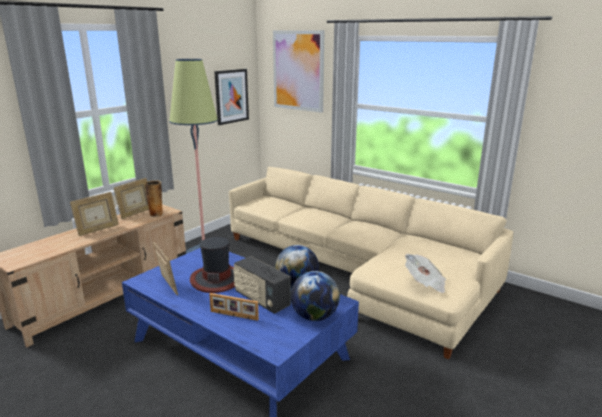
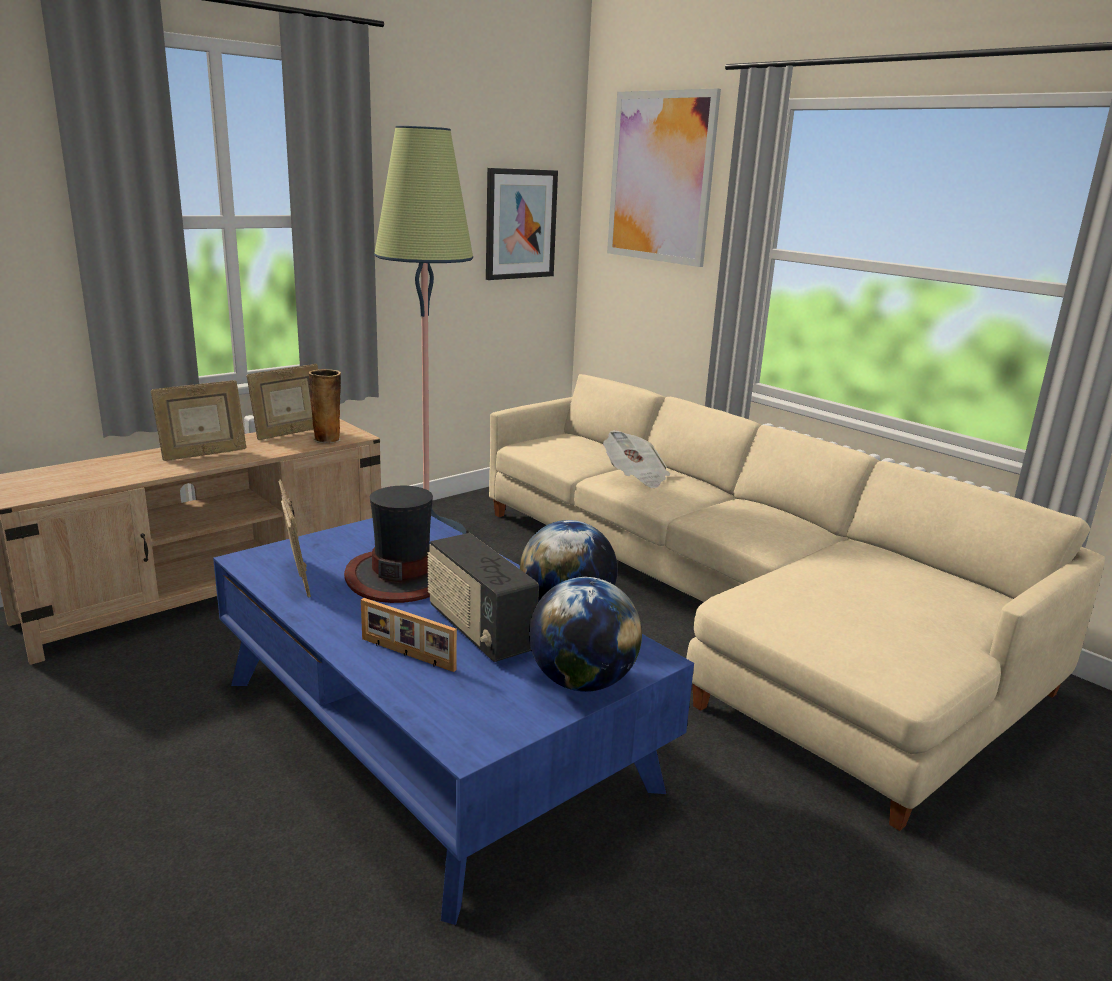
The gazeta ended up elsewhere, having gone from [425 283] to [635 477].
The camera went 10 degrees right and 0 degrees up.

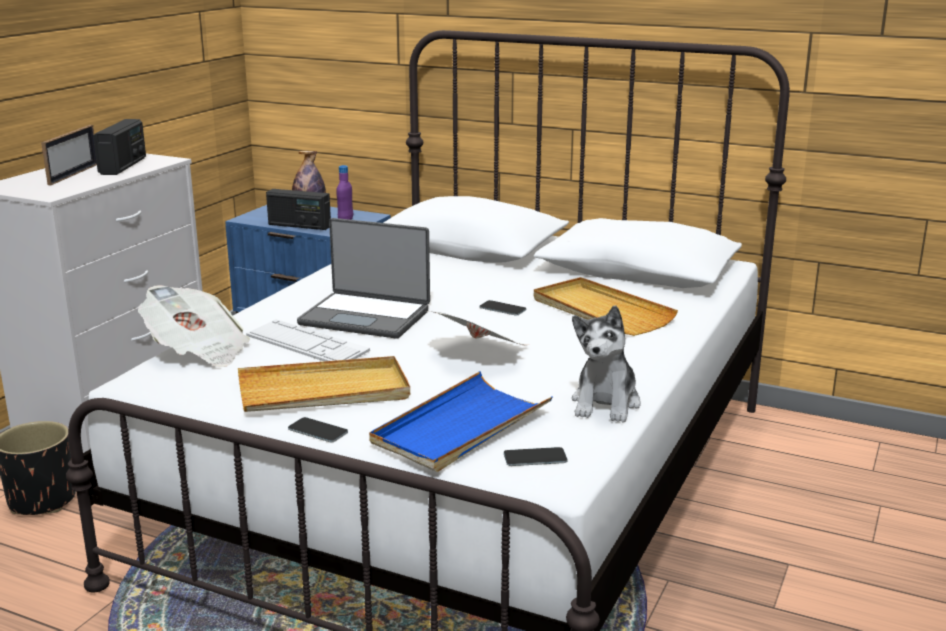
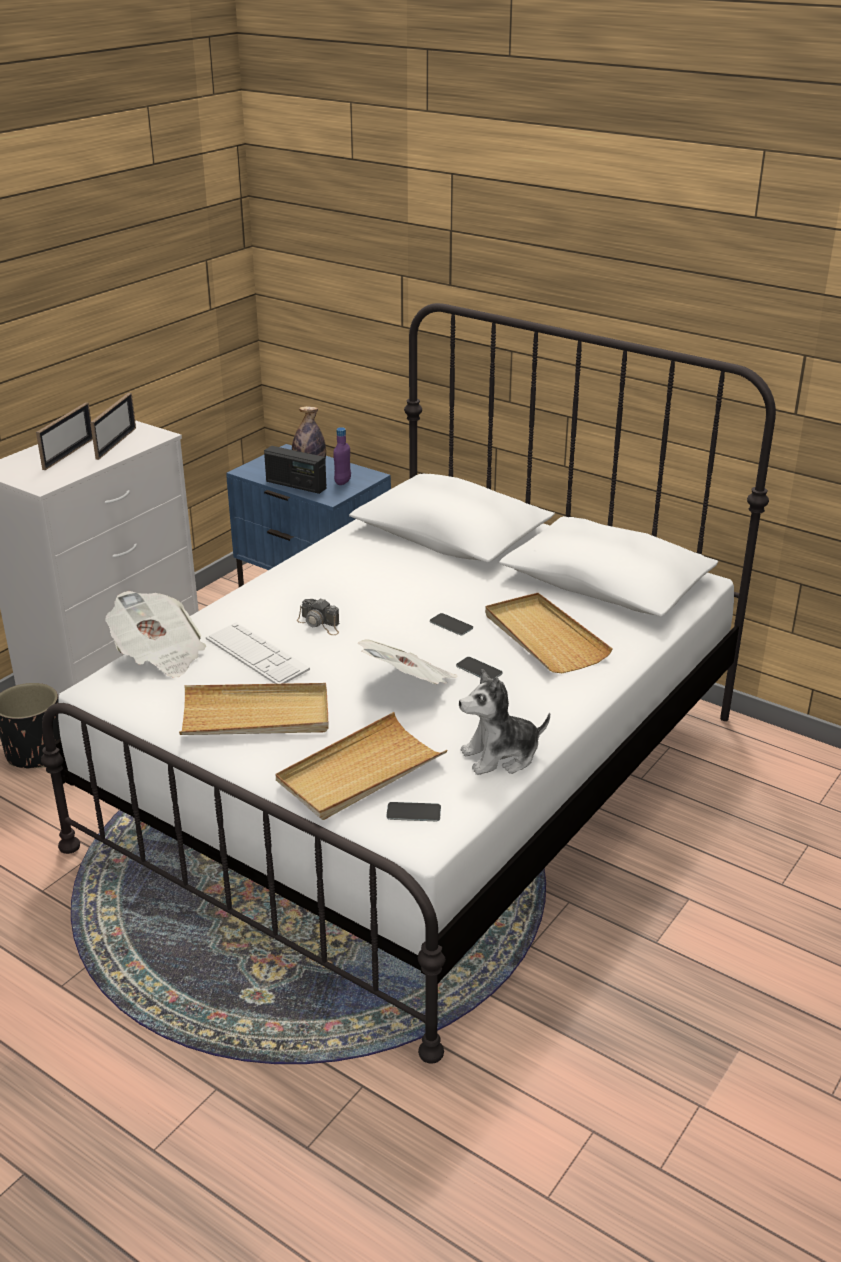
Where the radio stood at [123 166], the ramka na zdjęcie came to stand at [116 443].
The telefon ended up elsewhere, having gone from [317 430] to [479 669].
Where the laptop stood at [366 316], the aparat fotograficzny came to stand at [320 624].
What was the taca/niebieski at [460 427] turned into the taca/beżowy at [360 771].
The pluszak at [606 403] ended up facing another way, 45 degrees clockwise from before.
The camera went 10 degrees right and 10 degrees up.

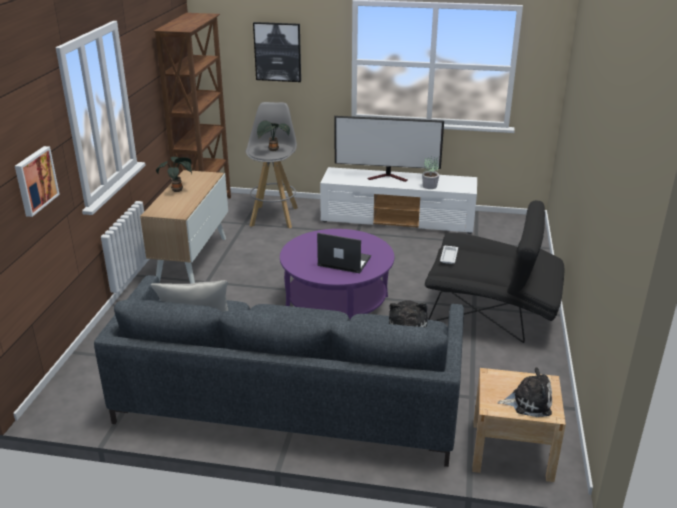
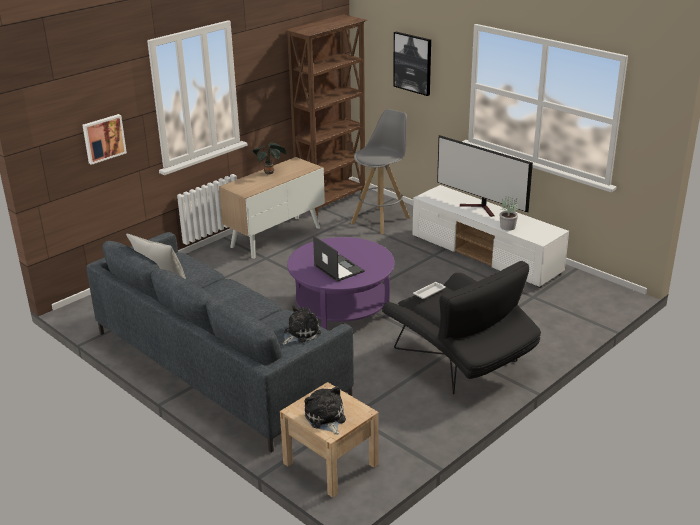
The second view lost the roślina doniczkowa at [272 150].
The pluszak at [528 402] ended up facing another way, 150 degrees counterclockwise from before.
The camera went 35 degrees right and 0 degrees up.

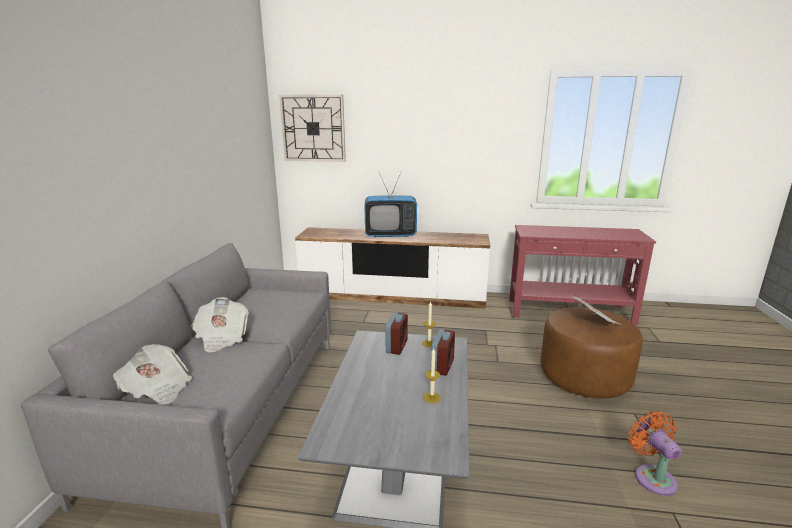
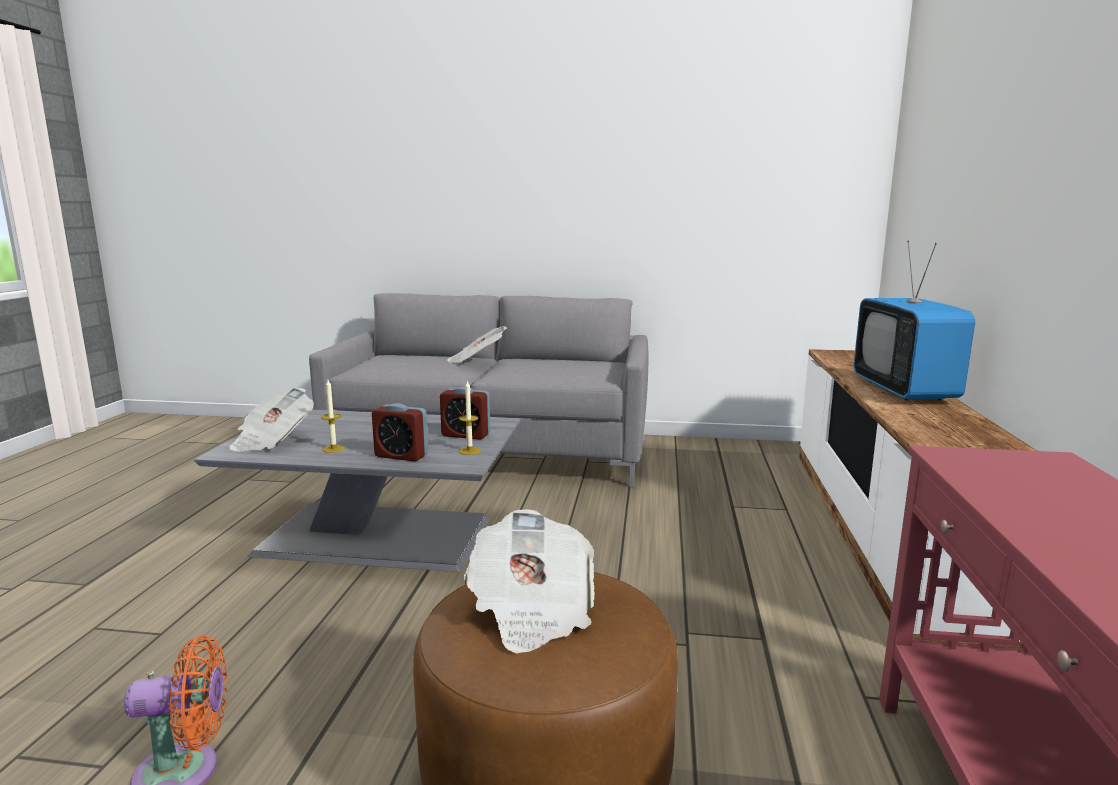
The gazeta ended up elsewhere, having gone from [155 388] to [273 441].
The second view lost the zegar ścienny at [313 128].
The camera went 90 degrees right and 5 degrees down.

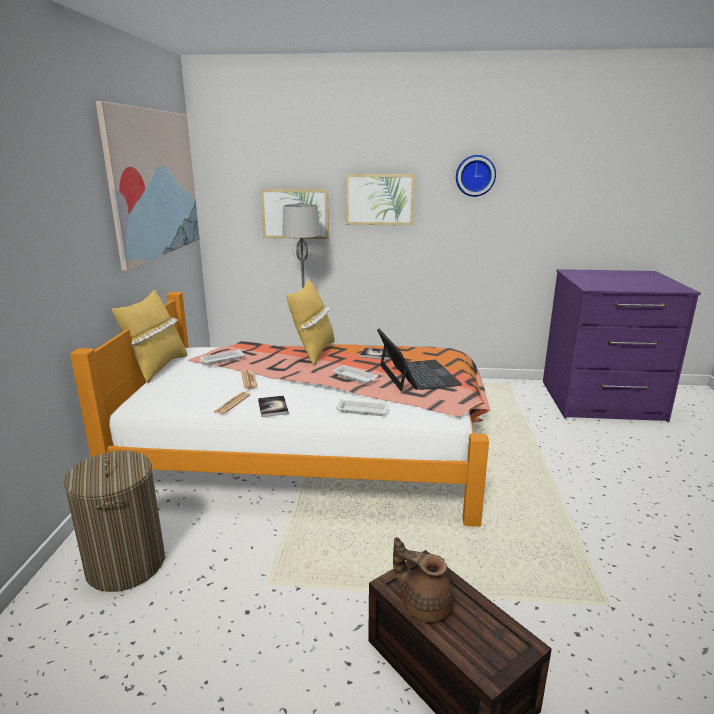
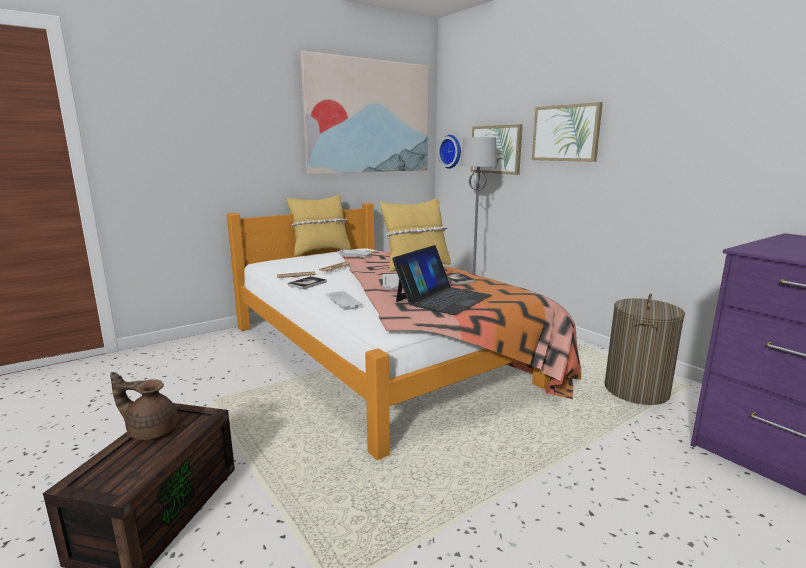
The kosz na pranie ended up elsewhere, having gone from [126 564] to [636 390].
The imbryk/brązowy at [424 604] ended up facing another way, 75 degrees counterclockwise from before.
The zegar ścienny ended up elsewhere, having gone from [475 175] to [451 151].
The camera went 50 degrees right and 5 degrees down.

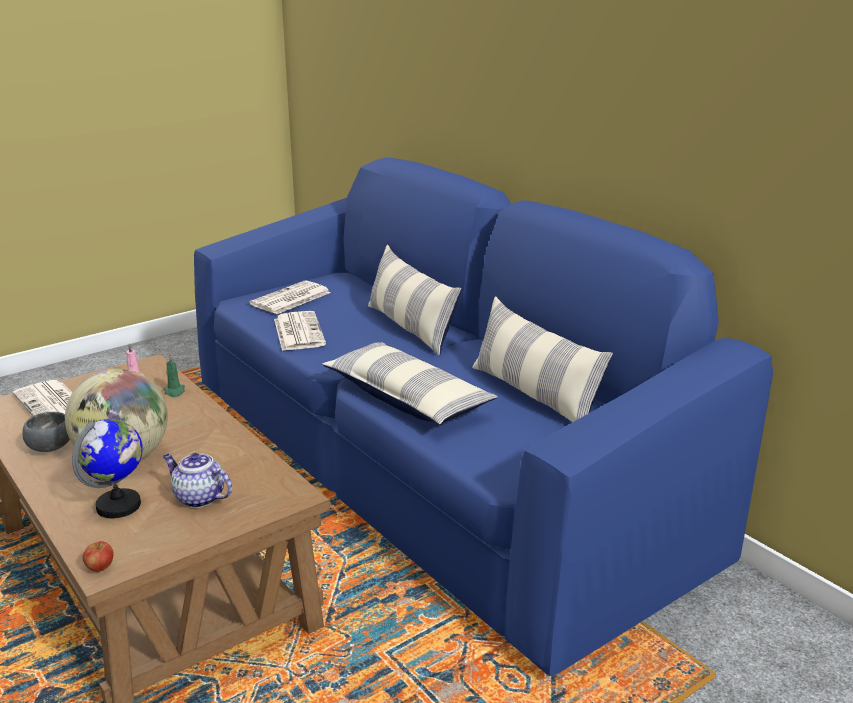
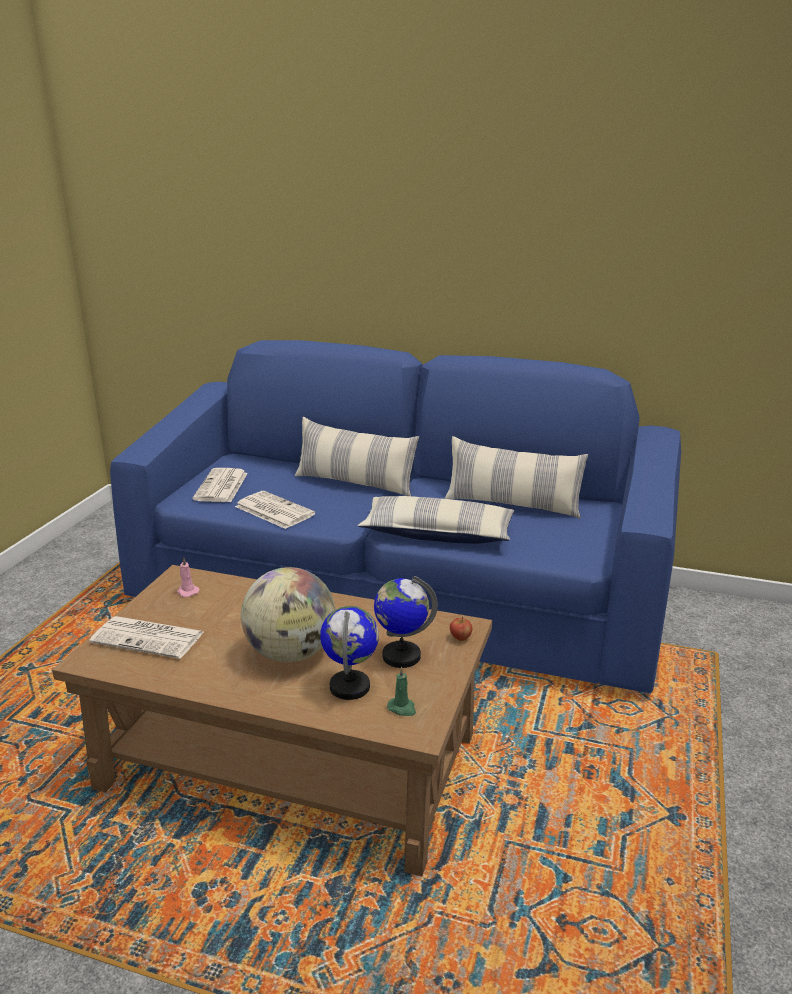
The second view lost the miska/szary at [52 447].
The jabłko ended up elsewhere, having gone from [100 567] to [460 638].
The świeca/zielony ended up elsewhere, having gone from [174 391] to [402 708].
Where the imbryk stood at [198 498], the globus came to stand at [401 656].
The camera went 35 degrees left and 0 degrees up.

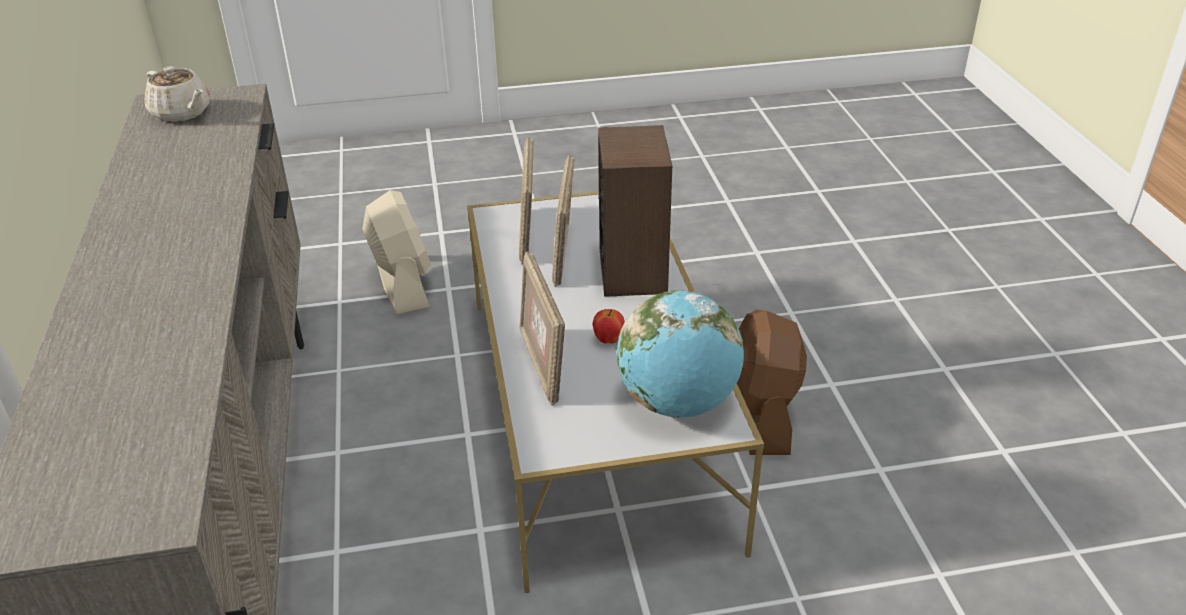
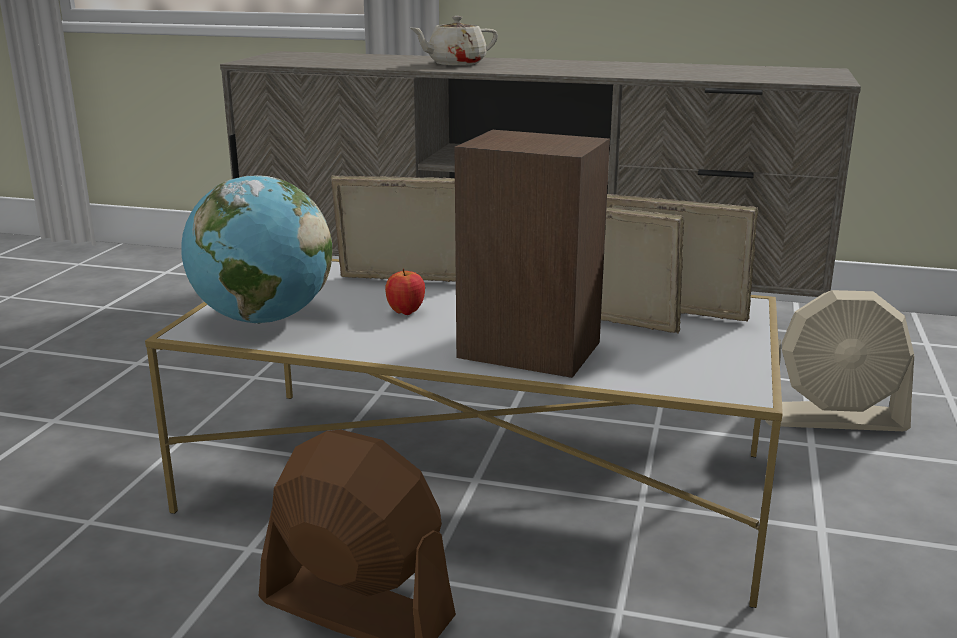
The imbryk/beżowy ended up elsewhere, having gone from [182 113] to [455 63].
The camera went 115 degrees right and 15 degrees down.

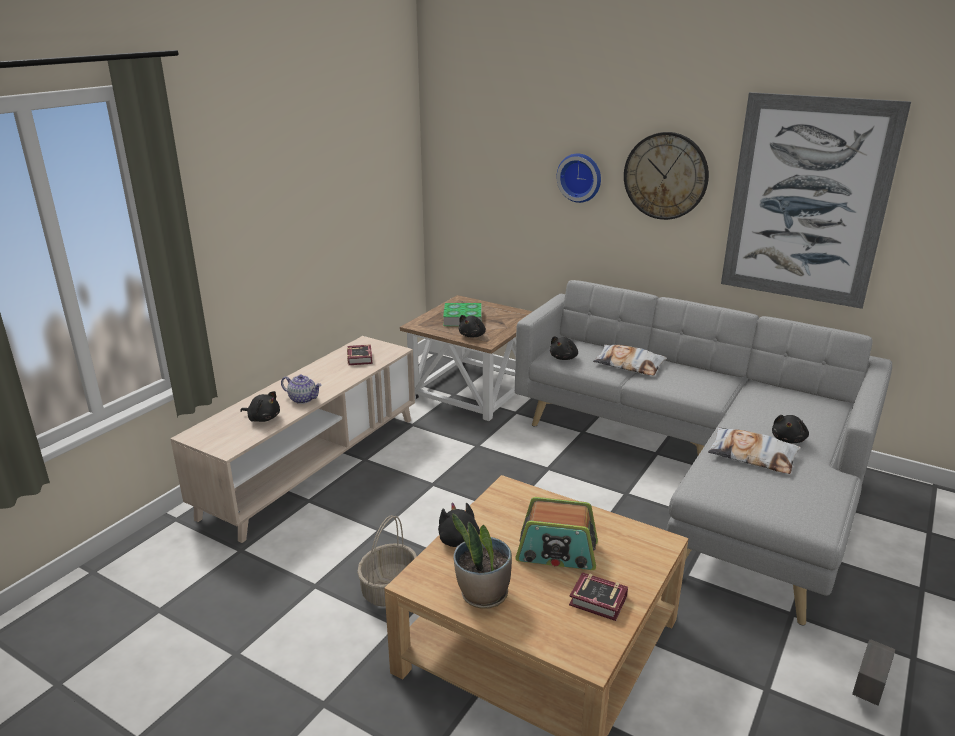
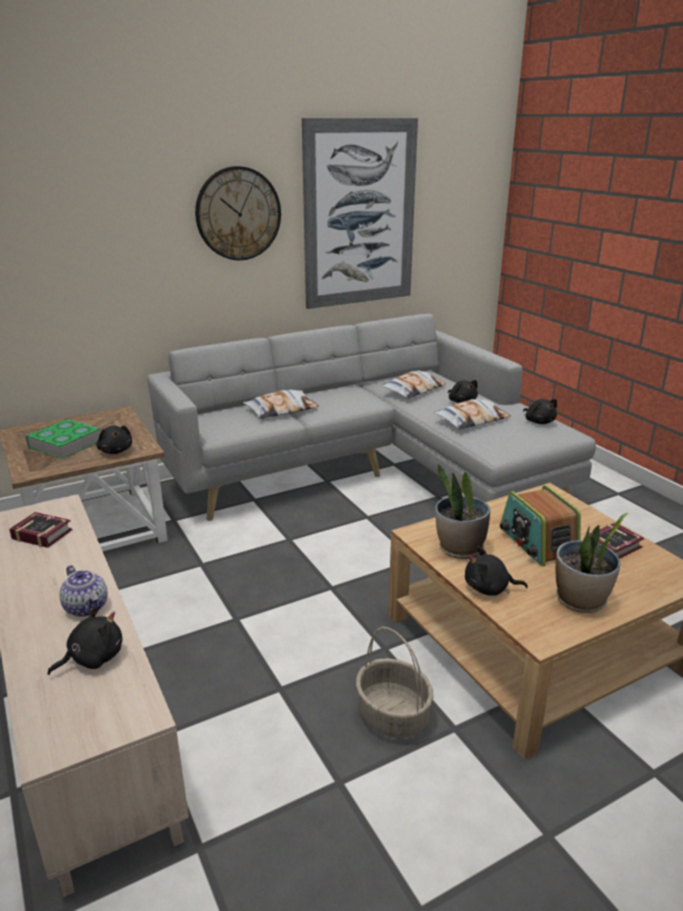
The imbryk at [303 399] ended up facing another way, 90 degrees clockwise from before.
The radio at [557 552] ended up facing another way, 120 degrees clockwise from before.
The pluszak/czarny ended up elsewhere, having gone from [564 358] to [539 421].
The second view lost the zegar ścienny at [580 177].
The second view lost the donica/szary at [866 694].
The second view gained the poduszka at [413 389].
The second view gained the roślina doniczkowa at [459 549].
The camera went 60 degrees left and 0 degrees up.

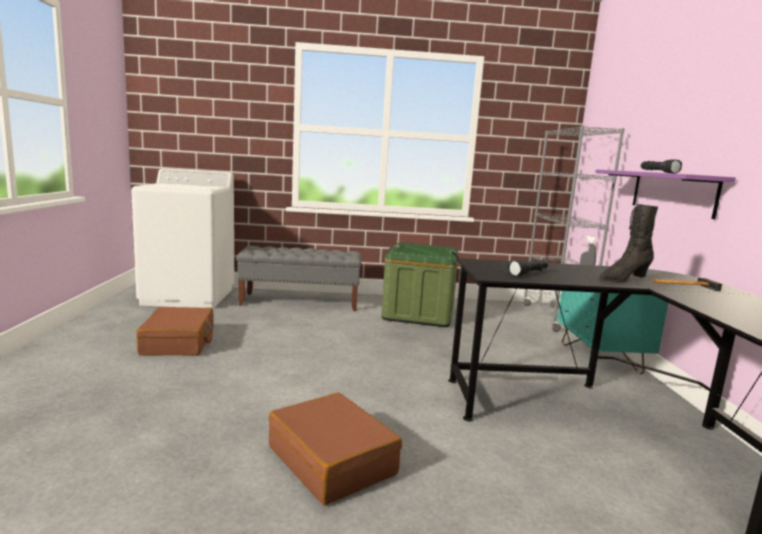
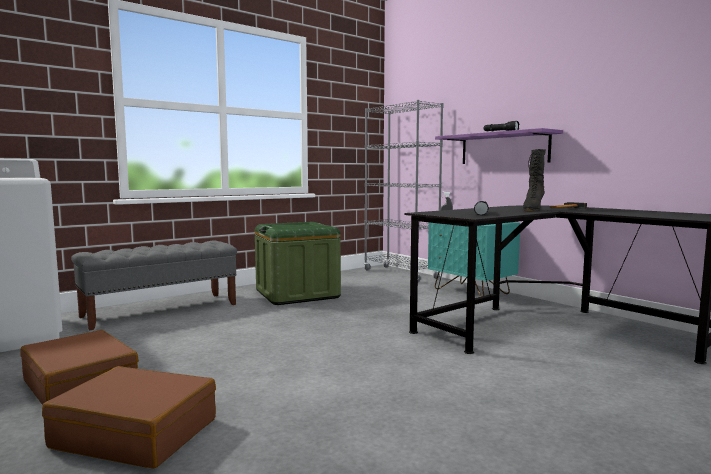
The walizka/brązowy ended up elsewhere, having gone from [332 460] to [136 433].
The camera went 35 degrees left and 5 degrees down.

